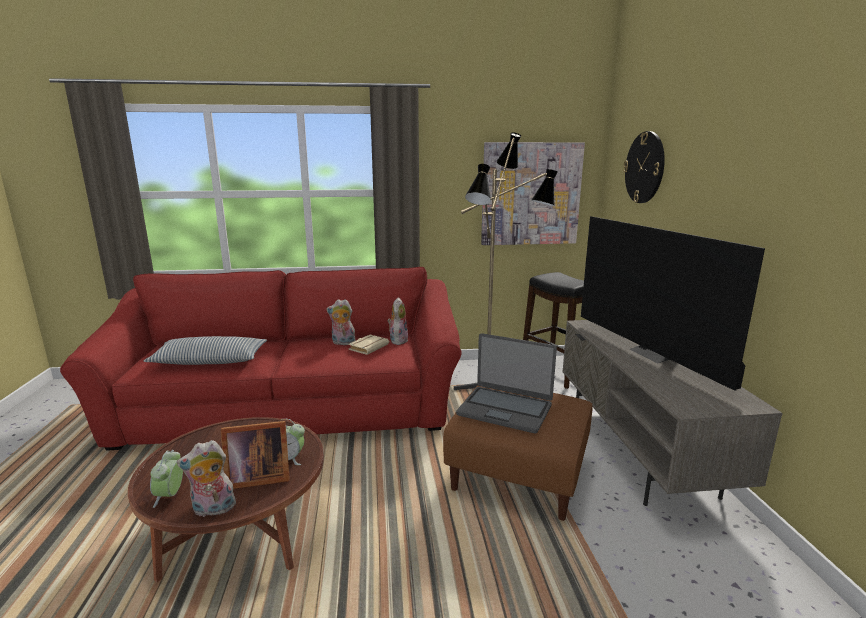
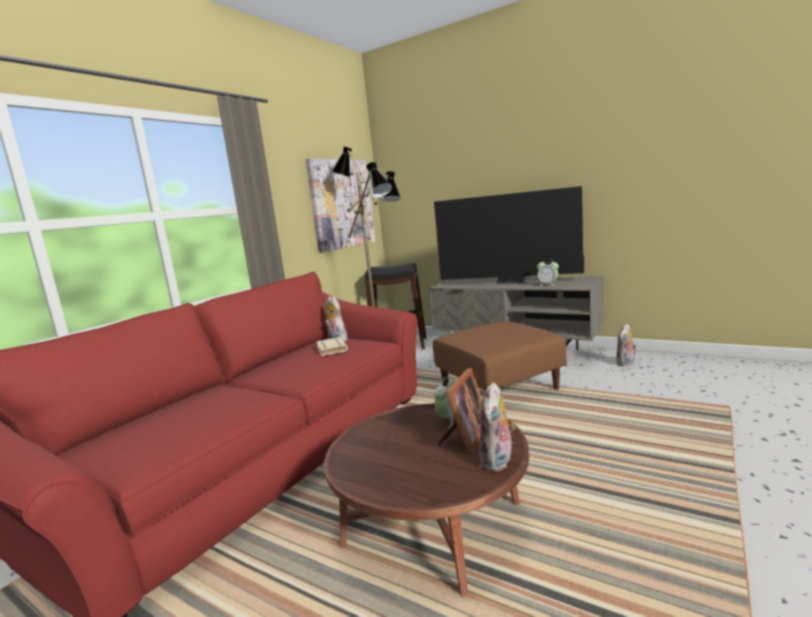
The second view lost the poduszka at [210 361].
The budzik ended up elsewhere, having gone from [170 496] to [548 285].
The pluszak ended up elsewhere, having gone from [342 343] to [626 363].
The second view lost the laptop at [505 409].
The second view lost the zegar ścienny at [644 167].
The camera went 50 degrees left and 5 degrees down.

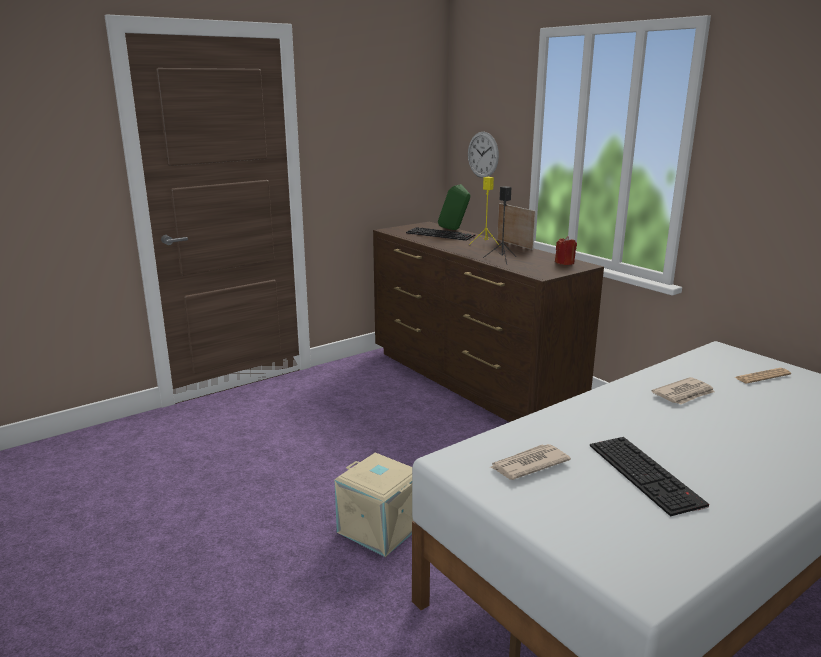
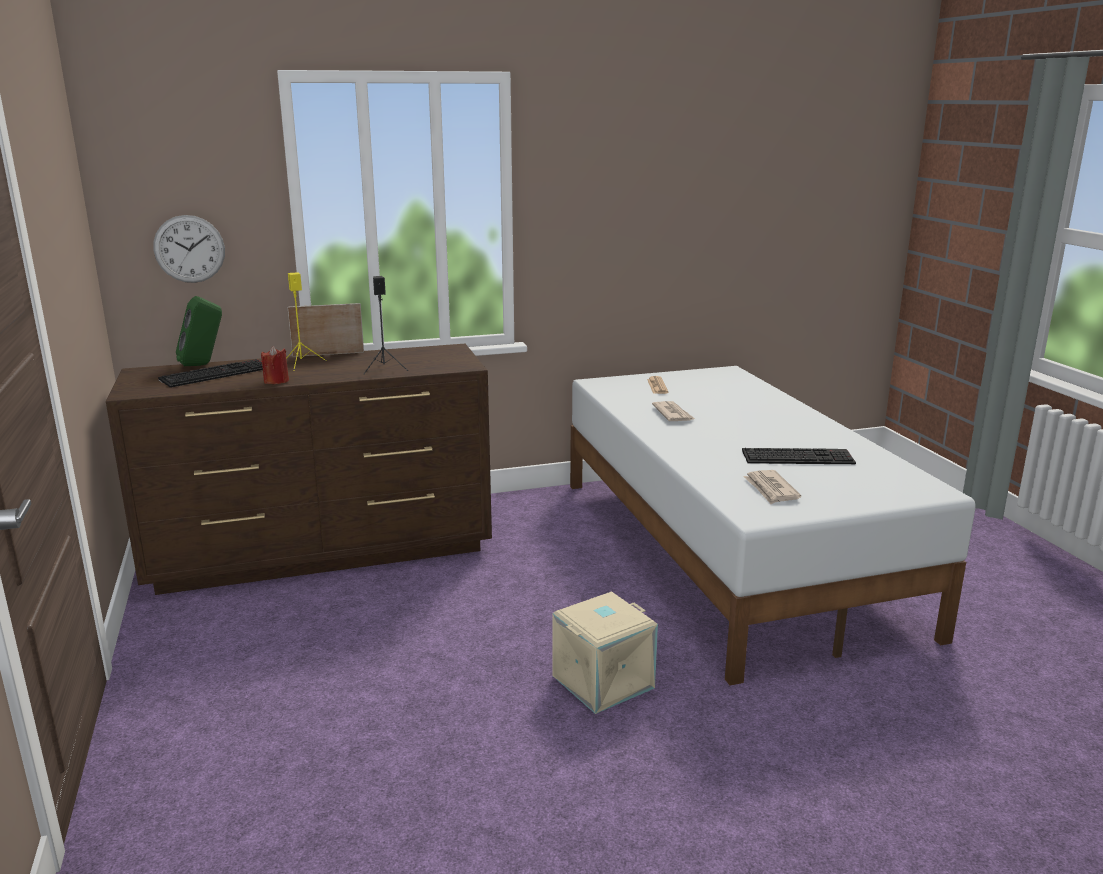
The świeca/czerwony ended up elsewhere, having gone from [564 263] to [276 381].
The camera went 70 degrees left and 0 degrees up.

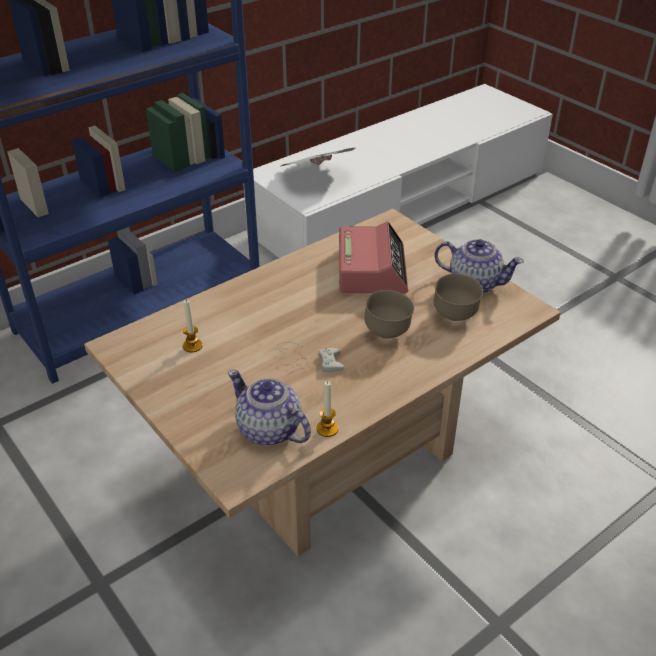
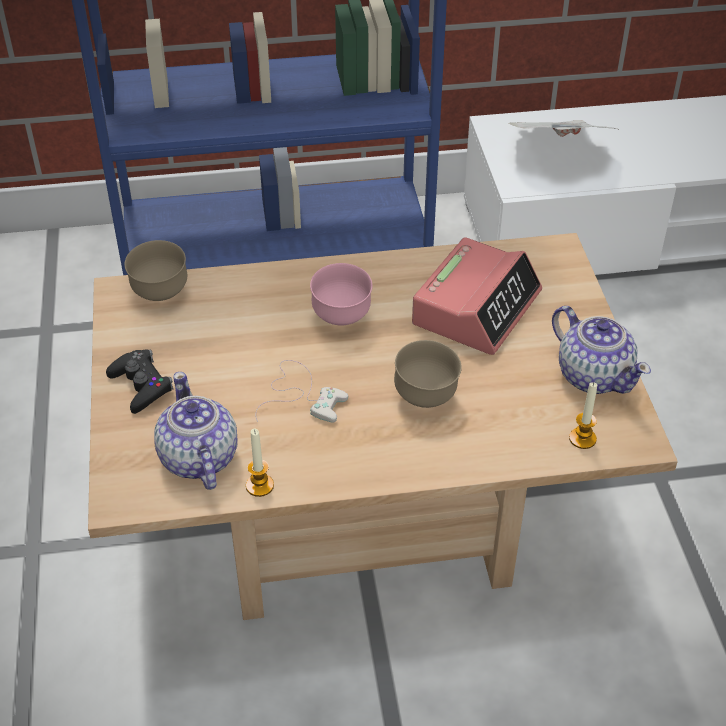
The świeca ended up elsewhere, having gone from [192 346] to [582 439].
The miska/brązowy ended up elsewhere, having gone from [455 316] to [160 295].
The second view gained the pad do gier/czarny at [141 385].
The second view gained the miska/różowy at [341 319].
The camera went 30 degrees right and 5 degrees up.

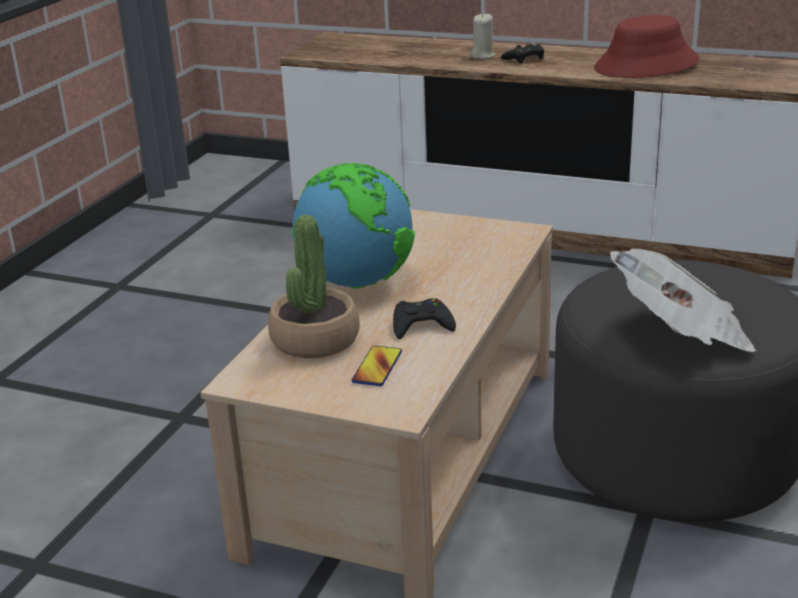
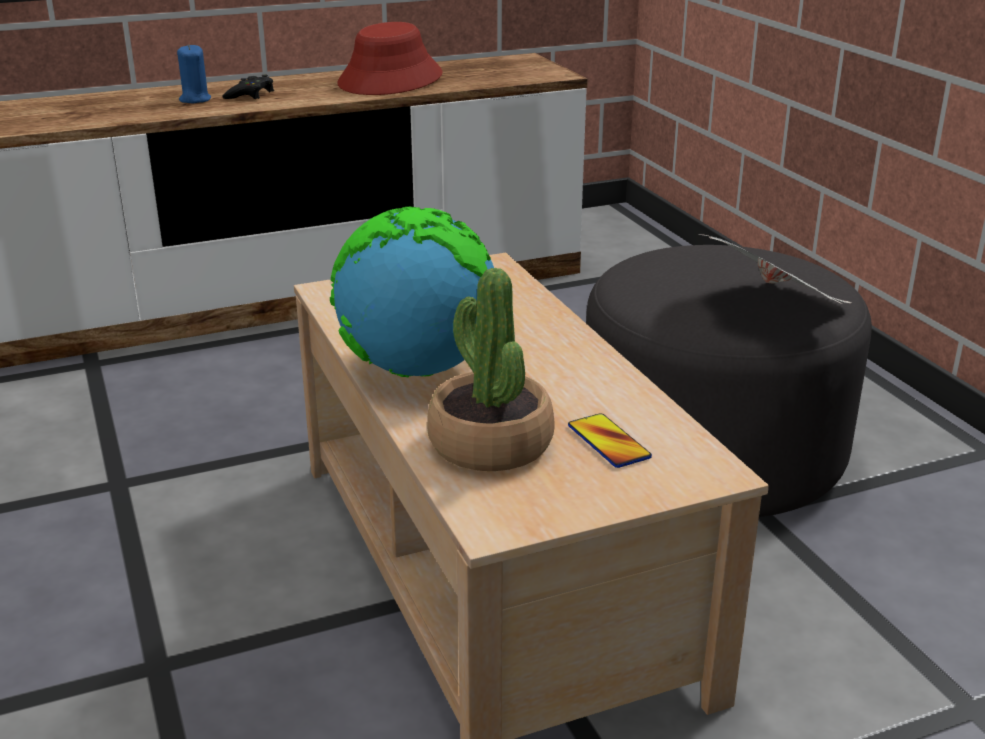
The second view lost the pad do gier/czarny at [421 325].
What was the świeca/beżowy at [482 56] turned into the świeca/niebieski at [195 100].
The camera went 45 degrees left and 0 degrees up.

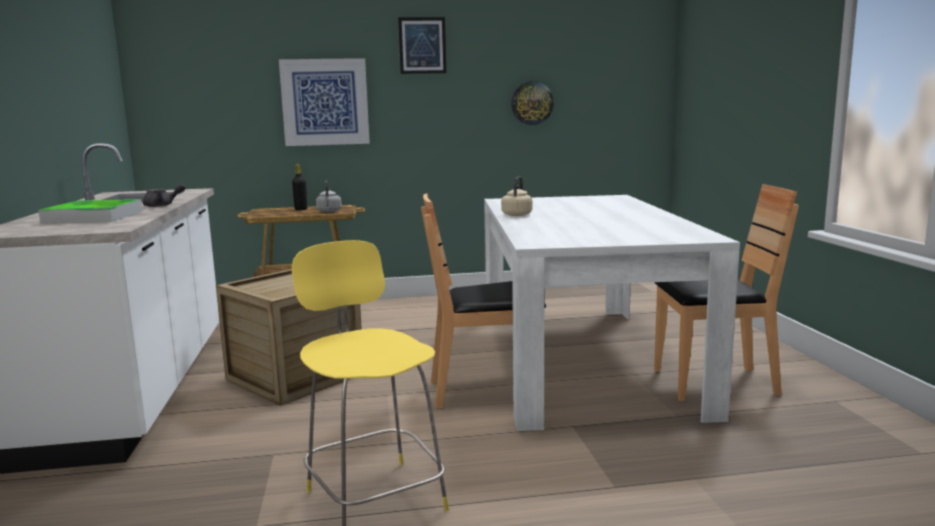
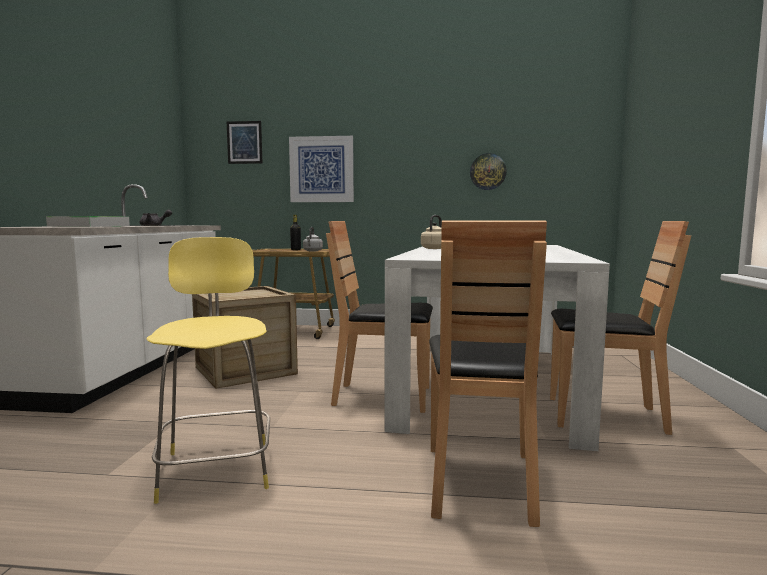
The obraz ended up elsewhere, having gone from [422 45] to [244 142].
The second view gained the krzesło/brązowy at [480 482].
The camera went 15 degrees right and 5 degrees down.

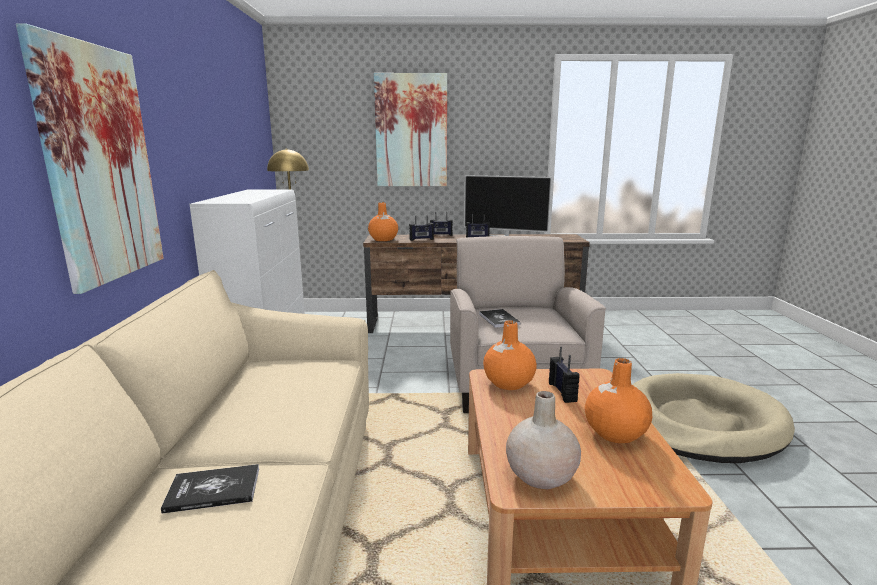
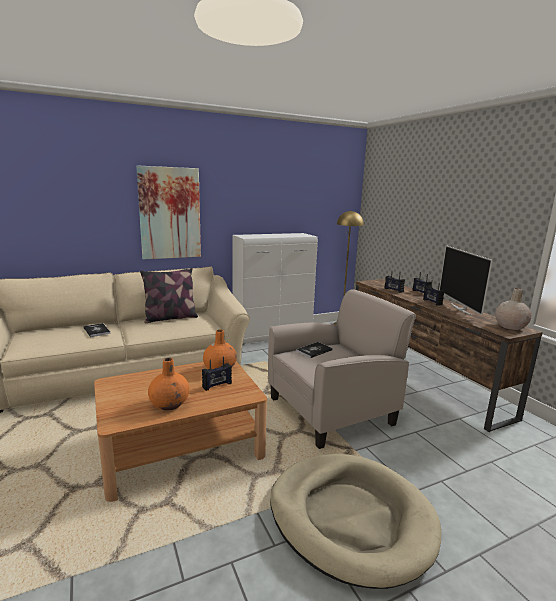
The second view lost the wazon/pomarańczowy at [383 239].
The second view lost the obraz at [411 131].
The wazon/beżowy ended up elsewhere, having gone from [540 475] to [510 326].
The second view gained the poduszka at [170 318].
The camera went 65 degrees right and 0 degrees up.

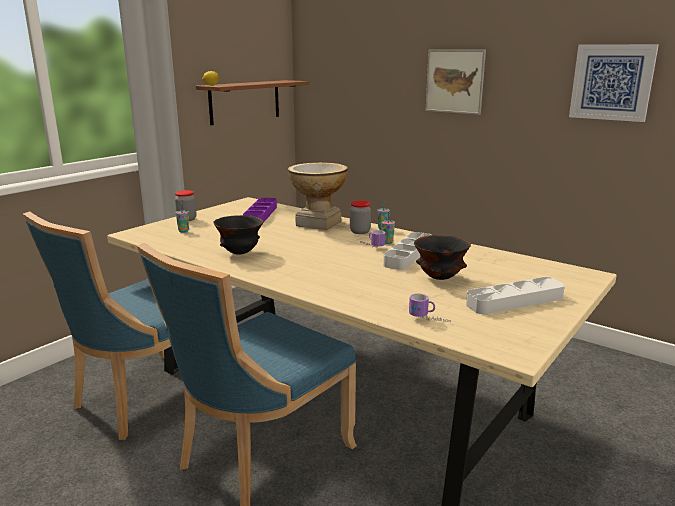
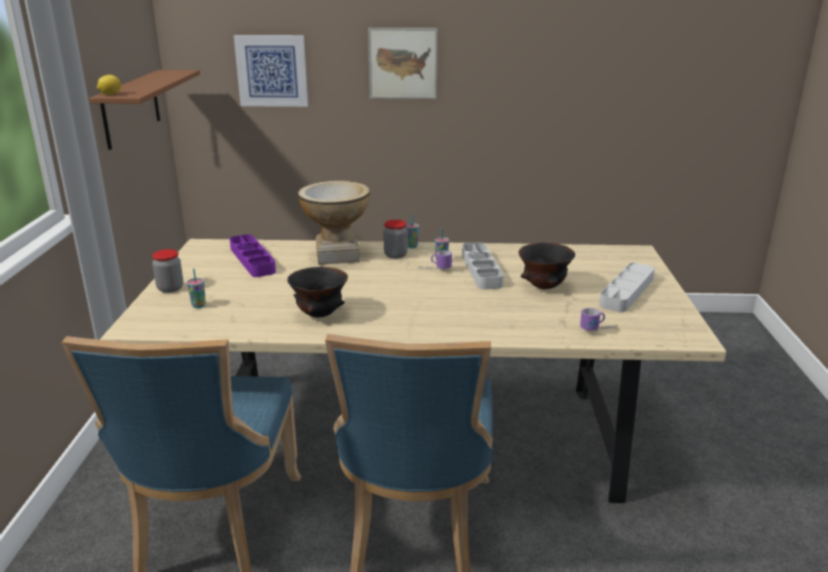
The obraz ended up elsewhere, having gone from [612 82] to [272 70].
The camera went 35 degrees left and 5 degrees up.

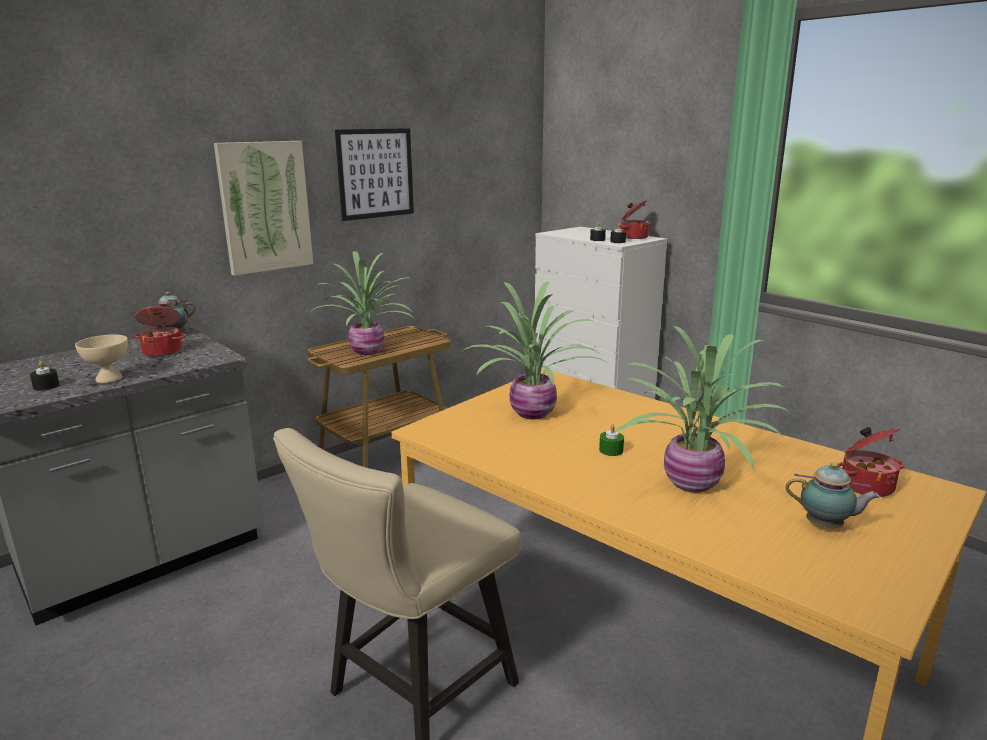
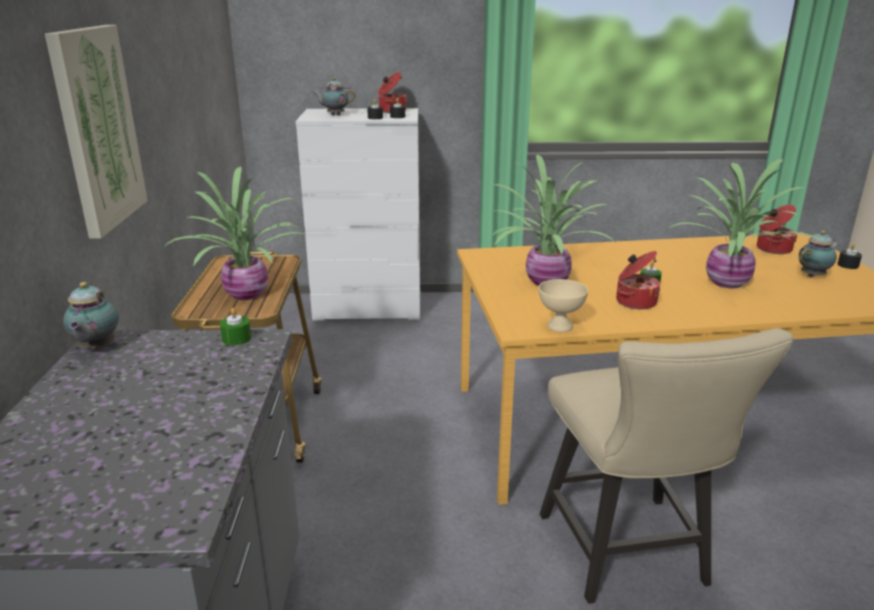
The świeca/czarny ended up elsewhere, having gone from [46 386] to [848 265].
The miska/beżowy ended up elsewhere, having gone from [109 378] to [559 326].
The garnek ended up elsewhere, having gone from [163 351] to [635 301].
The second view lost the obraz at [375 173].
The second view gained the świeca/zielony at [236 338].
The second view gained the imbryk at [334 115].
The camera went 50 degrees left and 5 degrees up.

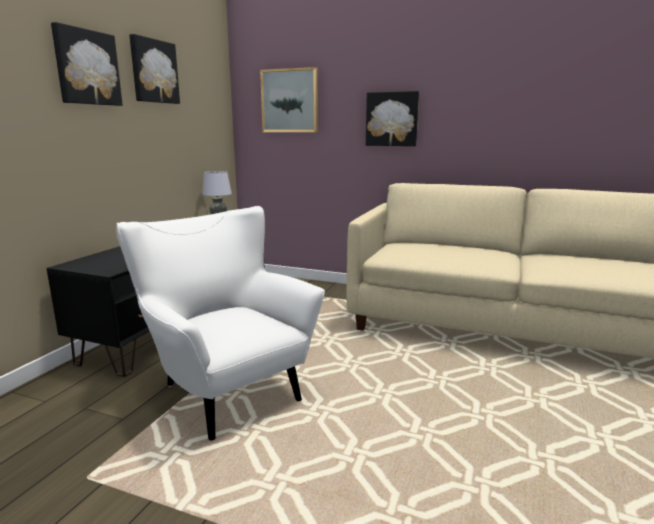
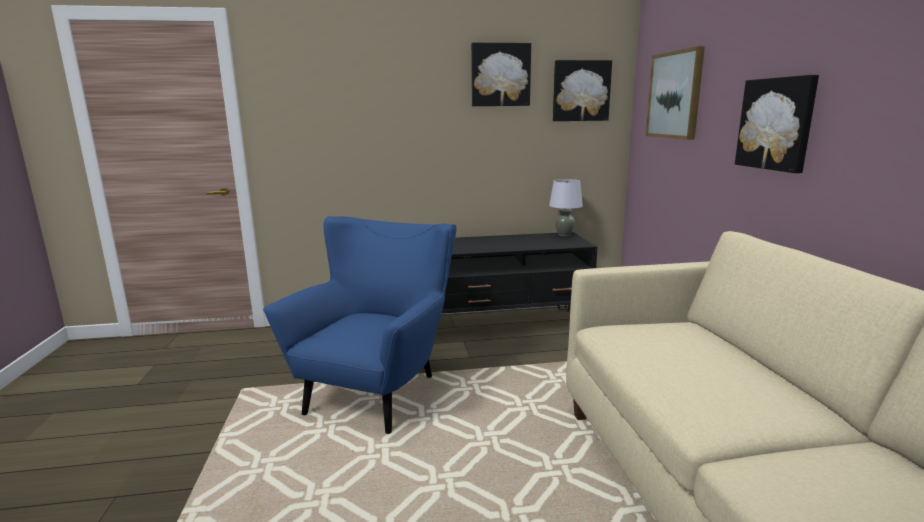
The obraz ended up elsewhere, having gone from [86 67] to [580 91].
What was the fotel/biały at [224 389] turned into the fotel/niebieski at [379 390].
The camera went 60 degrees right and 0 degrees up.

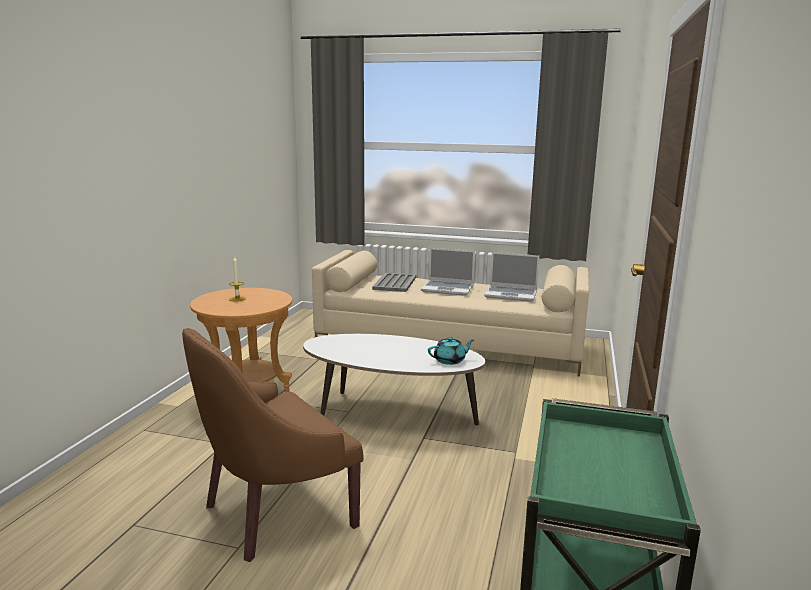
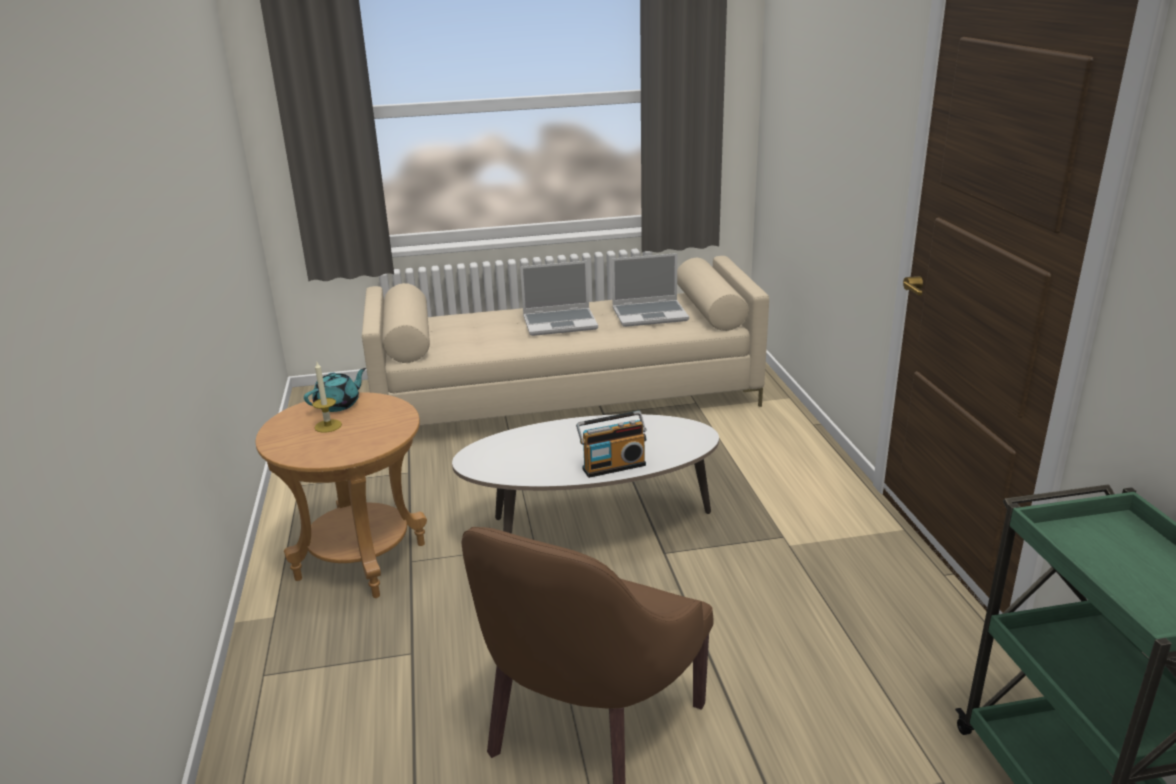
The second view lost the taca/szary at [395 283].
The imbryk/turkusowy ended up elsewhere, having gone from [450 360] to [338 404].
The second view gained the radio at [613 466].
The camera went 25 degrees left and 10 degrees up.

